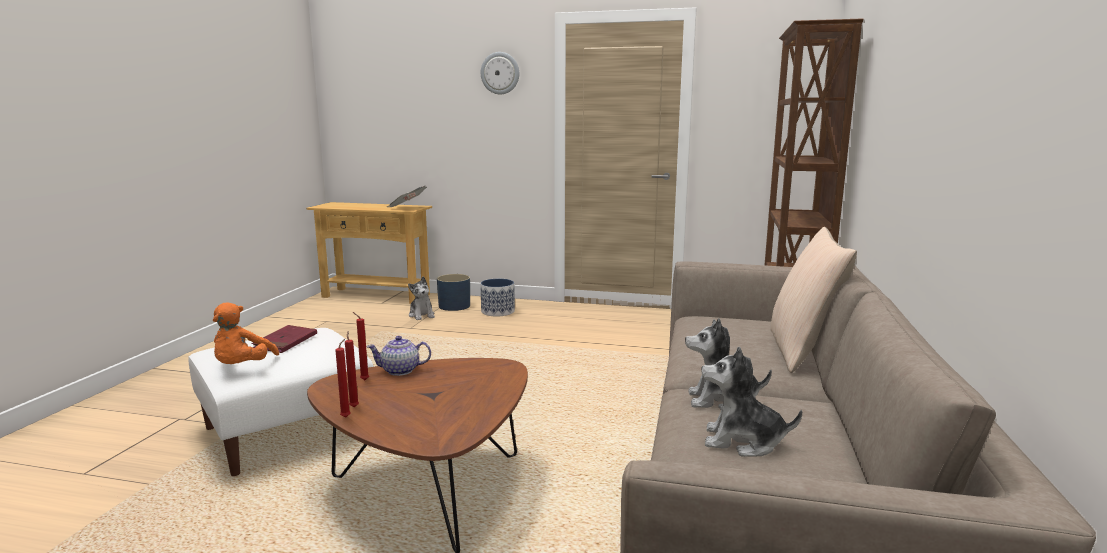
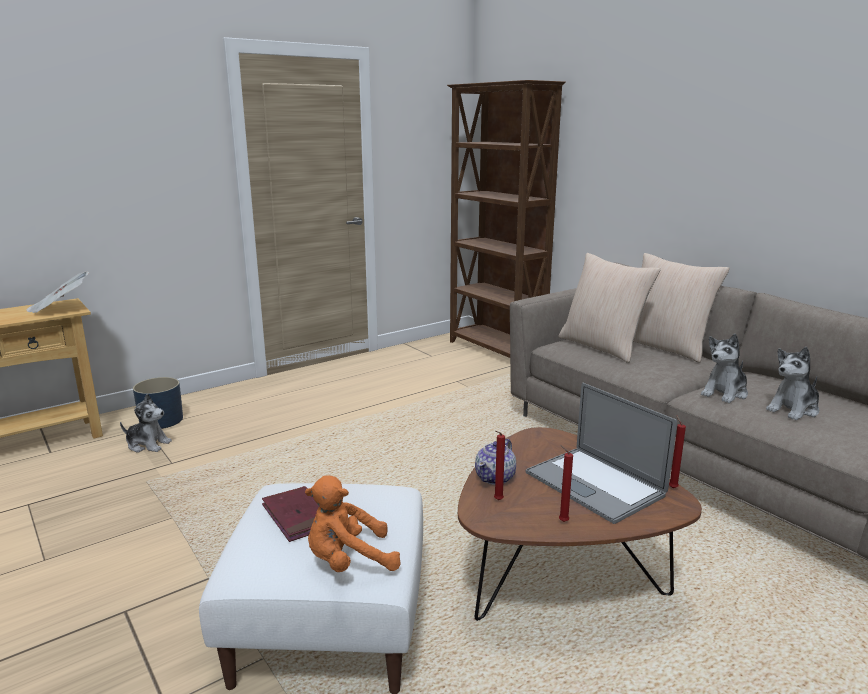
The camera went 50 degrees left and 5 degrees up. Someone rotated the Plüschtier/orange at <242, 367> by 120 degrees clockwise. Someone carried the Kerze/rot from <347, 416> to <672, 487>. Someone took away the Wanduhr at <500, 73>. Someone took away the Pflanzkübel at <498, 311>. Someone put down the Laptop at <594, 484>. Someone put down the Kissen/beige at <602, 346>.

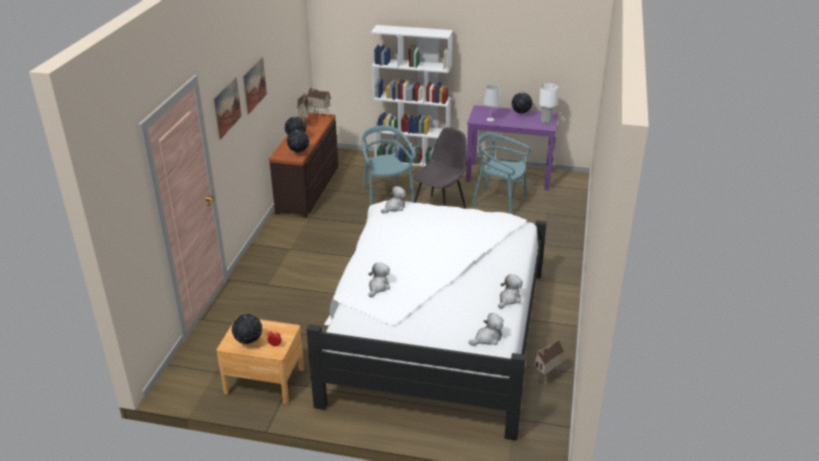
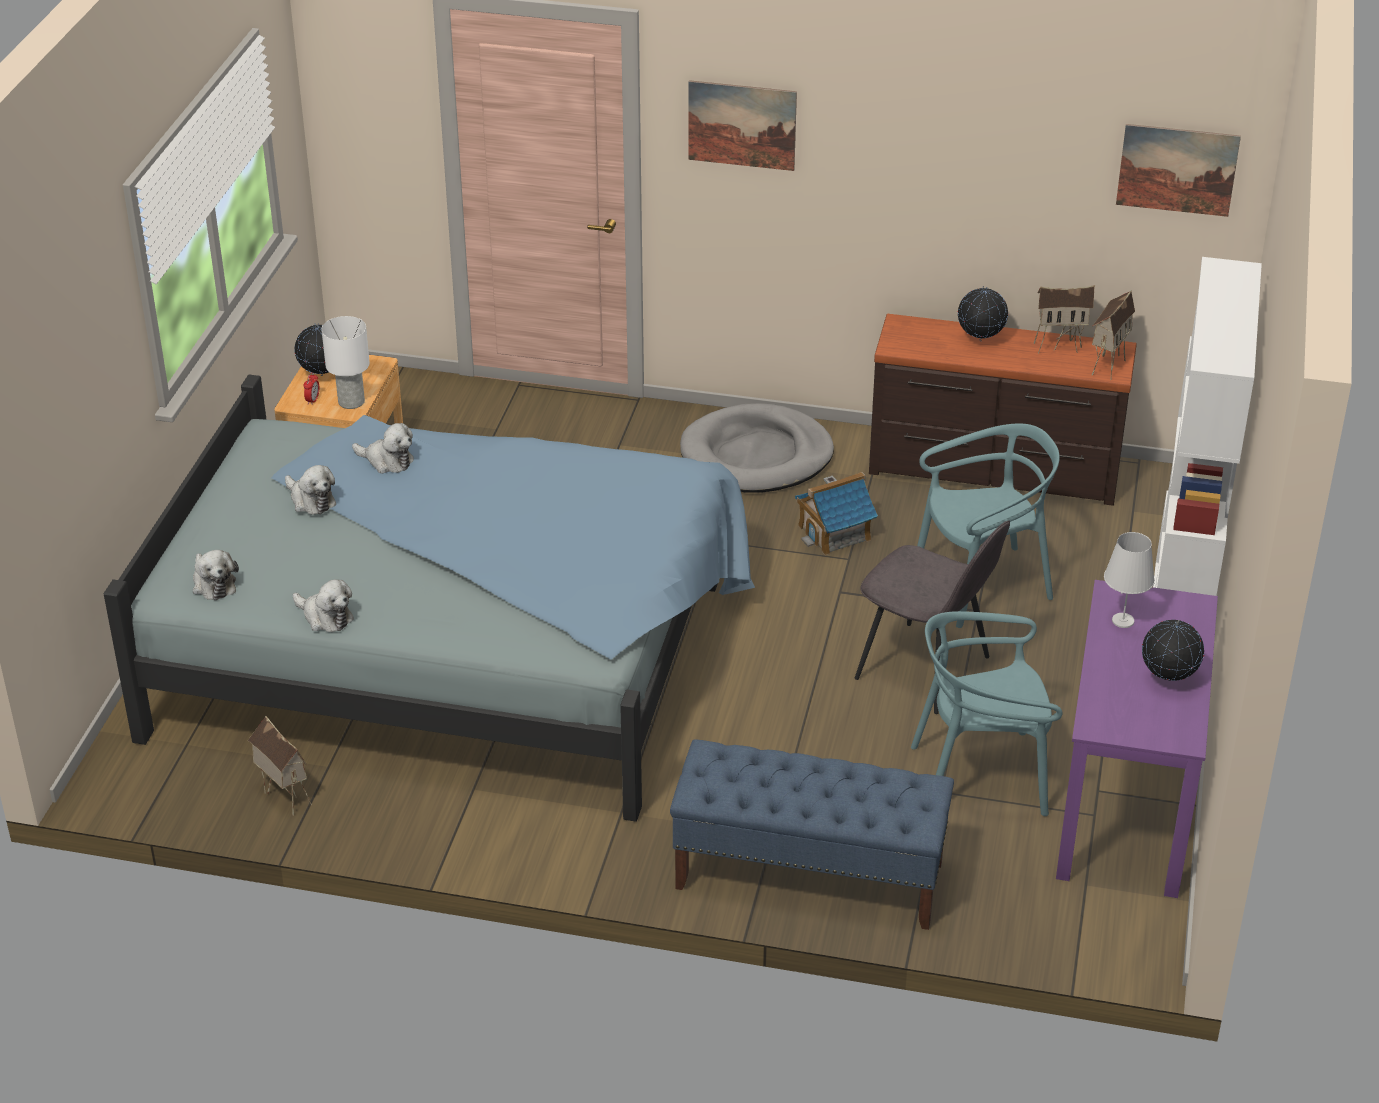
The camera went 90 degrees right and 5 degrees up. Someone carried the Bild from <254, 85> to <1177, 169>. Someone took away the Globus at <299, 154>. Someone repainted the Bett/weiß at <431, 329>, which became the Bett/blau at <457, 648>. Someone carried the Plüschtier from <394, 207> to <311, 500>. Someone rotated the Stuhl/türkis at <499, 201> by 120 degrees counterclockwise. Someone carried the Tischlampe/weiß from <546, 120> to <352, 402>. Someone put down the Bank/blau at <808, 876>. Someone put down the Hundebett/grau at <756, 455>. Someone put down the Spielzeughaus at <835, 533>.

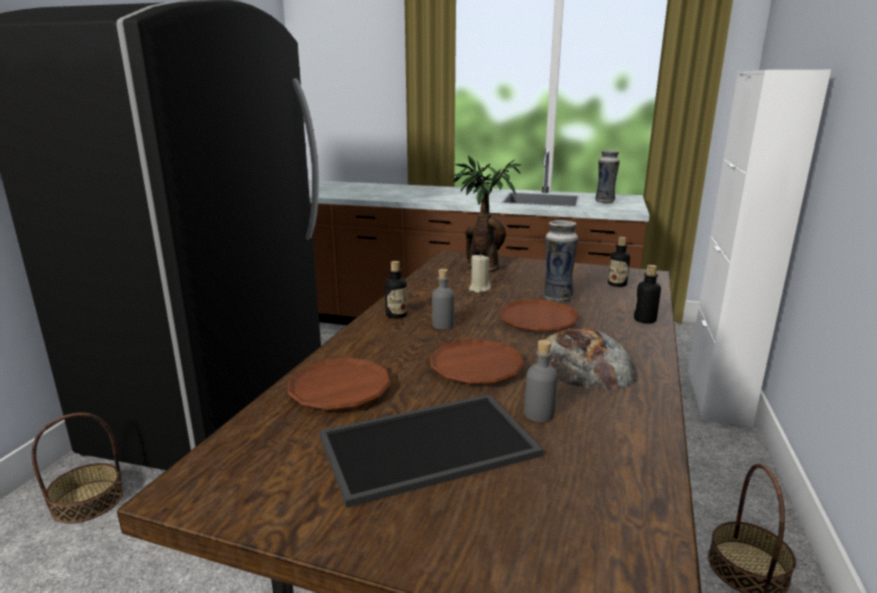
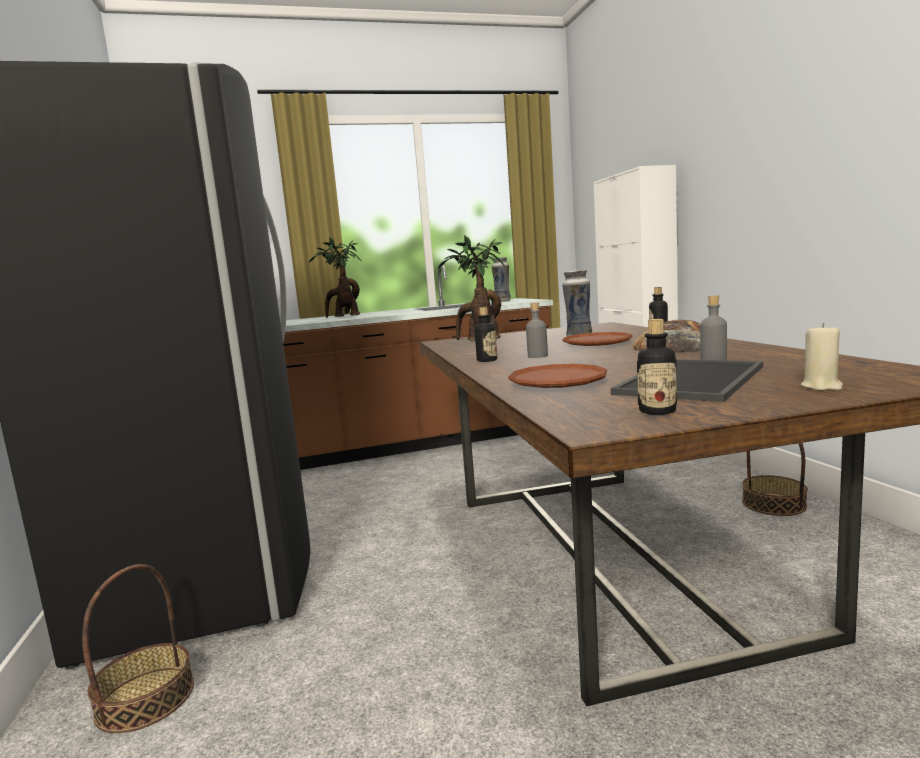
The camera went 30 degrees left and 10 degrees down. Someone took away the Teller/braun at <476, 368>. Someone carried the Kerze/beige from <479, 289> to <821, 386>. Someone carried the Flasche from <617, 284> to <657, 411>. Someone put down the Topfpflanze at <344, 316>.

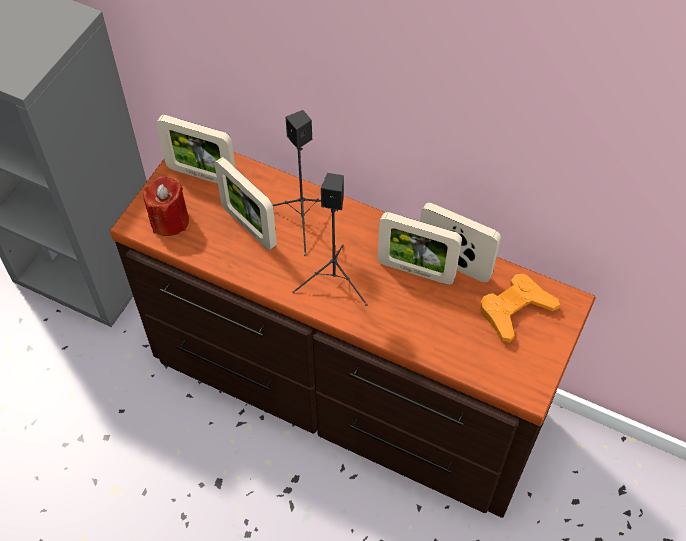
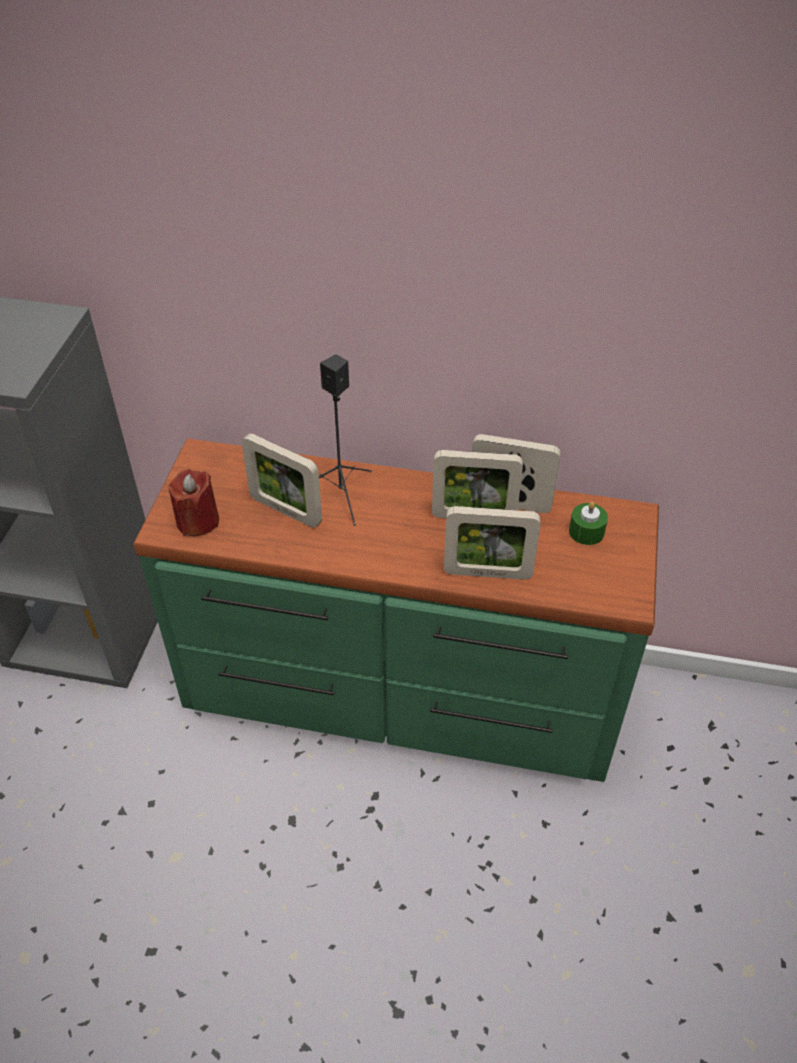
The camera went 15 degrees left and 10 degrees down. Someone repainted the Kommode/braun at <344, 388>, which became the Kommode/grün at <399, 693>. Someone carried the Bilderrahmen from <201, 175> to <487, 573>. Someone took away the Lautsprecher/schwarz at <335, 280>. Someone swapped the Gamepad/orange at <515, 310> for the Kerze/grün at <586, 531>.

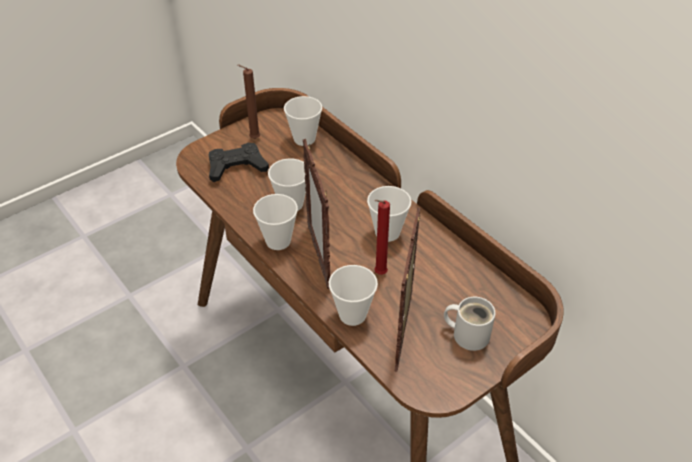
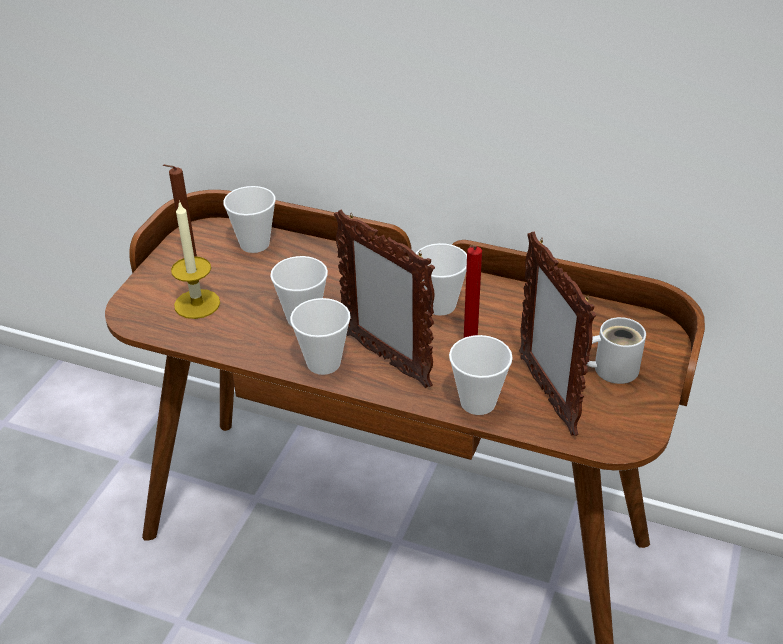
The camera went 30 degrees left and 5 degrees down. Someone swapped the Gamepad/schwarz at <236, 167> for the Kerze at <197, 304>.

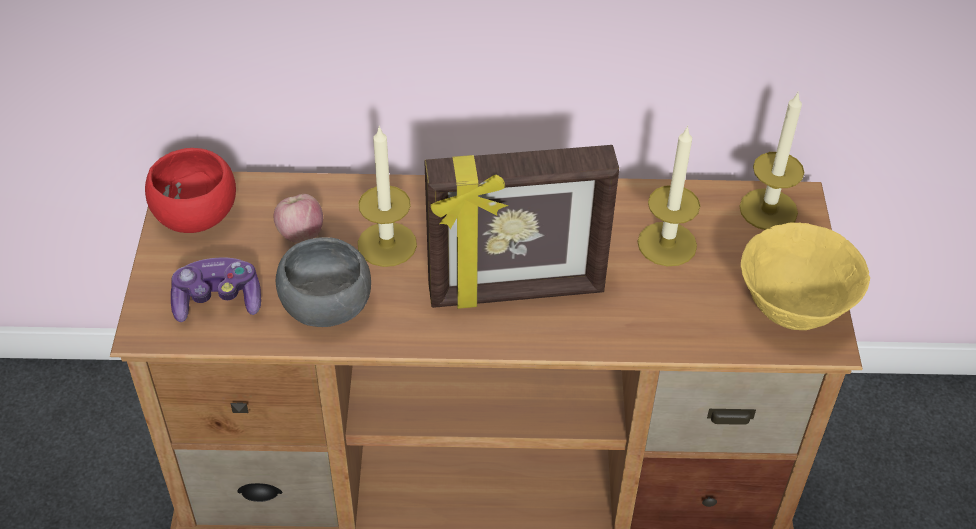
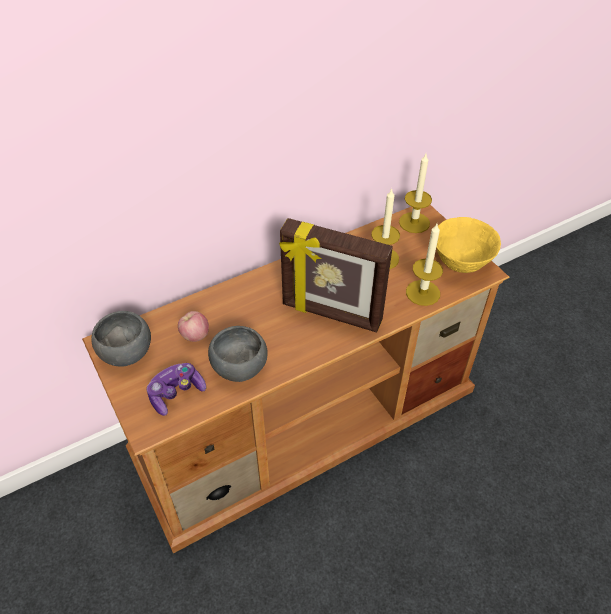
The camera went 30 degrees left and 0 degrees up. Someone repainted the Schüssel/rot at <197, 213>, which became the Schüssel/grau at <126, 351>. Someone carried the Kerze from <387, 244> to <422, 293>. Someone rotated the Bilderrahmen at <516, 292> by 60 degrees clockwise.

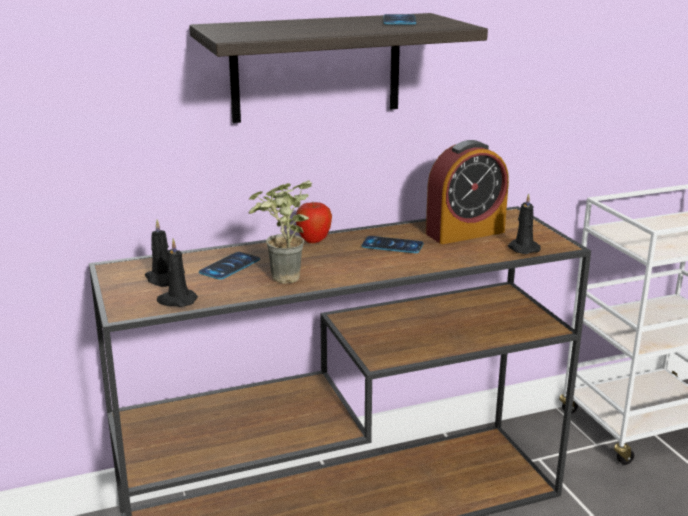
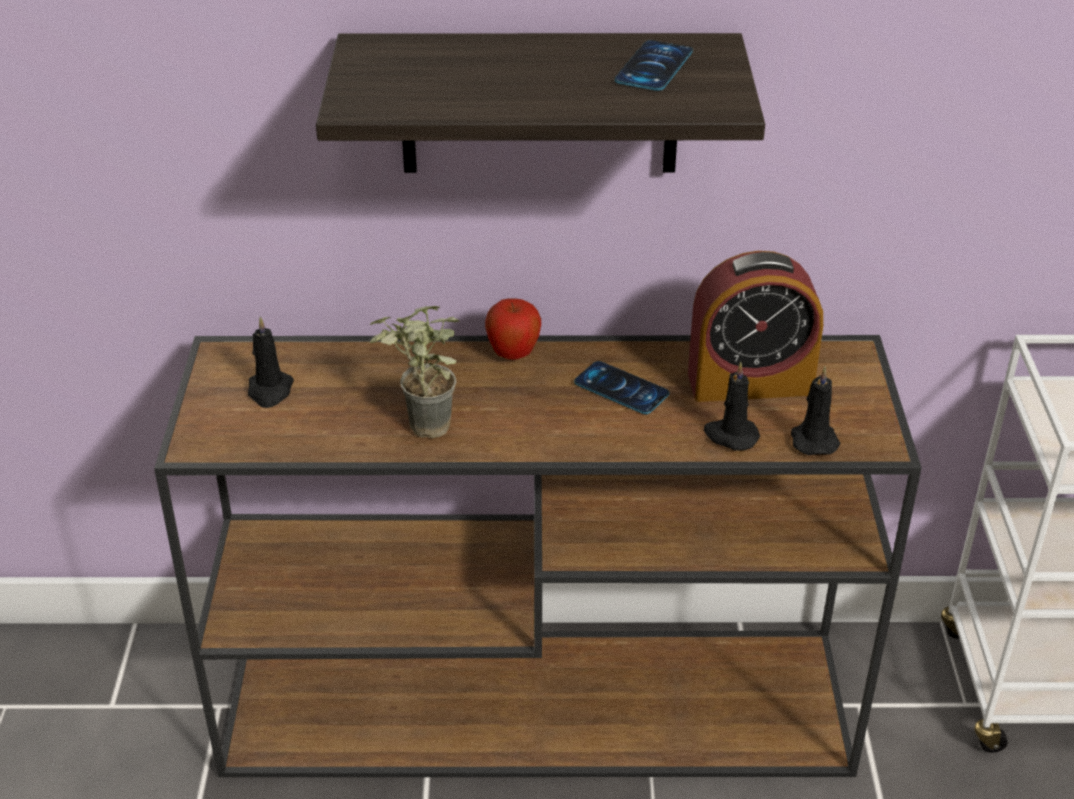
The camera went 20 degrees right and 15 degrees up. Someone carried the Kerze/schwarz from <176, 301> to <730, 435>. Someone took away the Handy at <229, 266>.

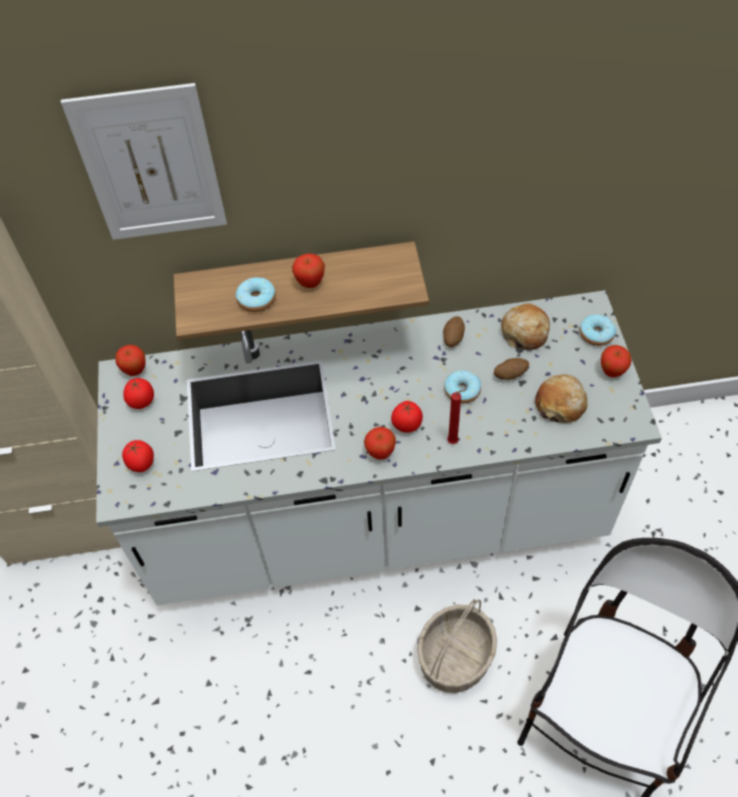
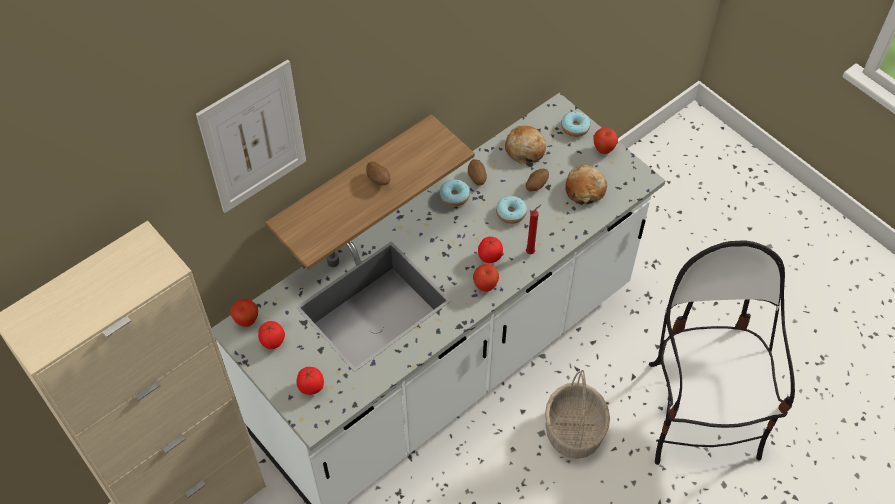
The camera went 35 degrees left and 0 degrees up. Someone carried the Donut from <256, 299> to <454, 196>. Someone swapped the Apfel at <310, 283> for the Kartoffel at <378, 180>.

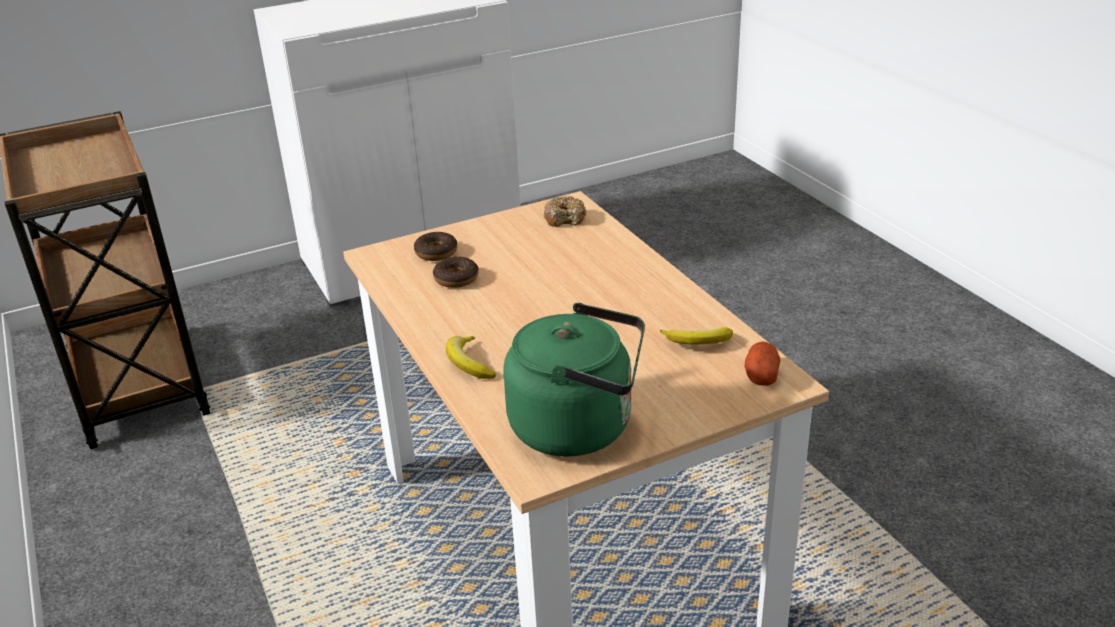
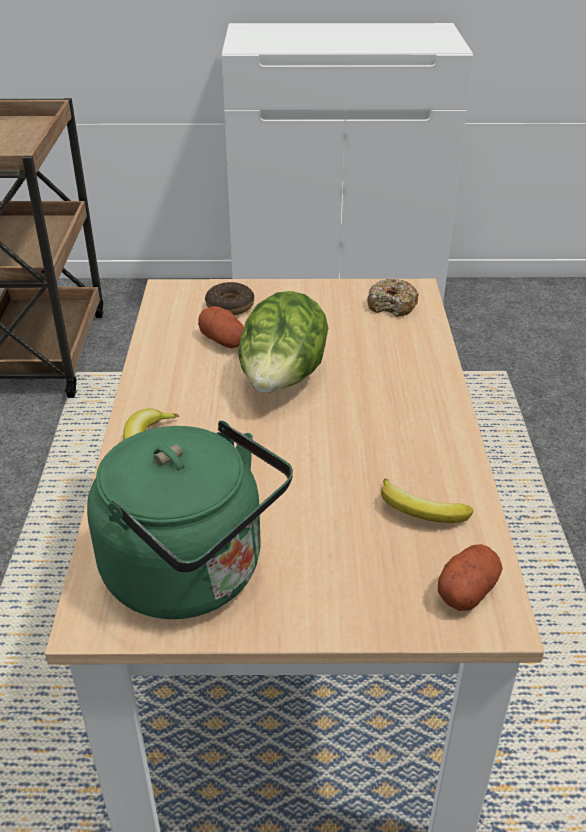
The camera went 25 degrees right and 5 degrees up. Someone swapped the Donut at <456, 278> for the Kartoffel at <224, 341>. Someone put down the Salatkopf at <282, 382>.

